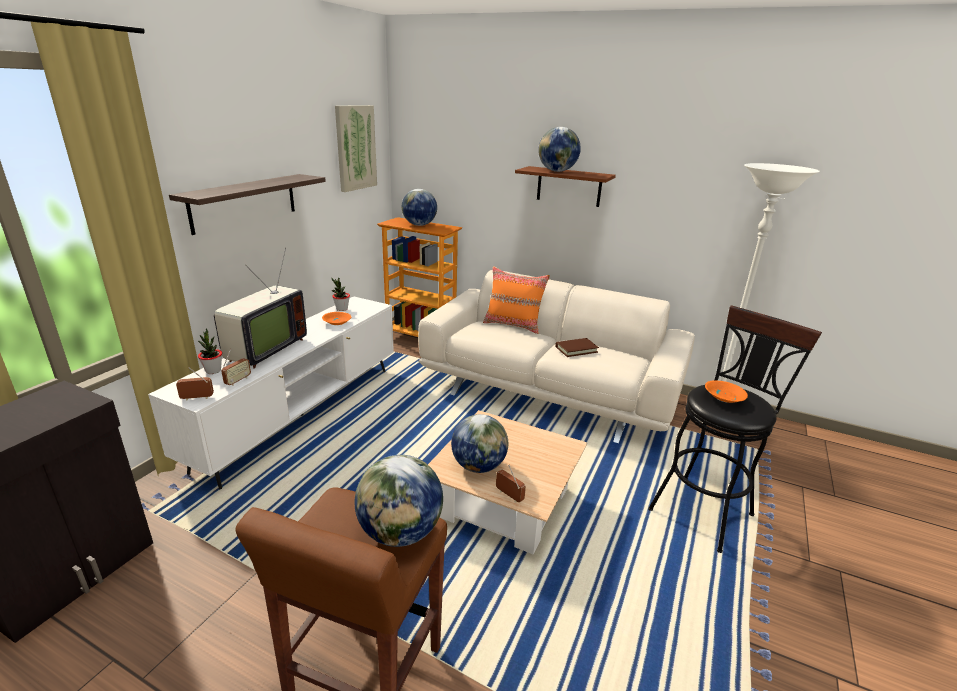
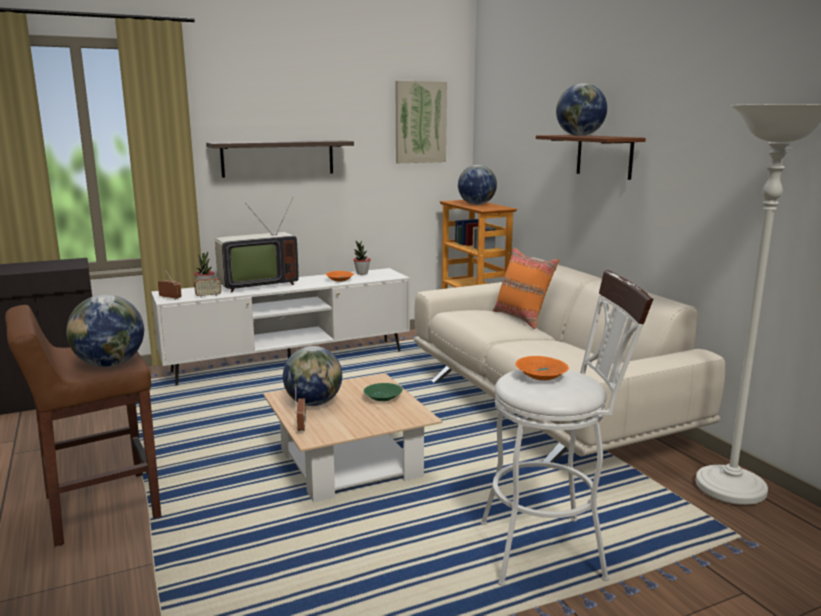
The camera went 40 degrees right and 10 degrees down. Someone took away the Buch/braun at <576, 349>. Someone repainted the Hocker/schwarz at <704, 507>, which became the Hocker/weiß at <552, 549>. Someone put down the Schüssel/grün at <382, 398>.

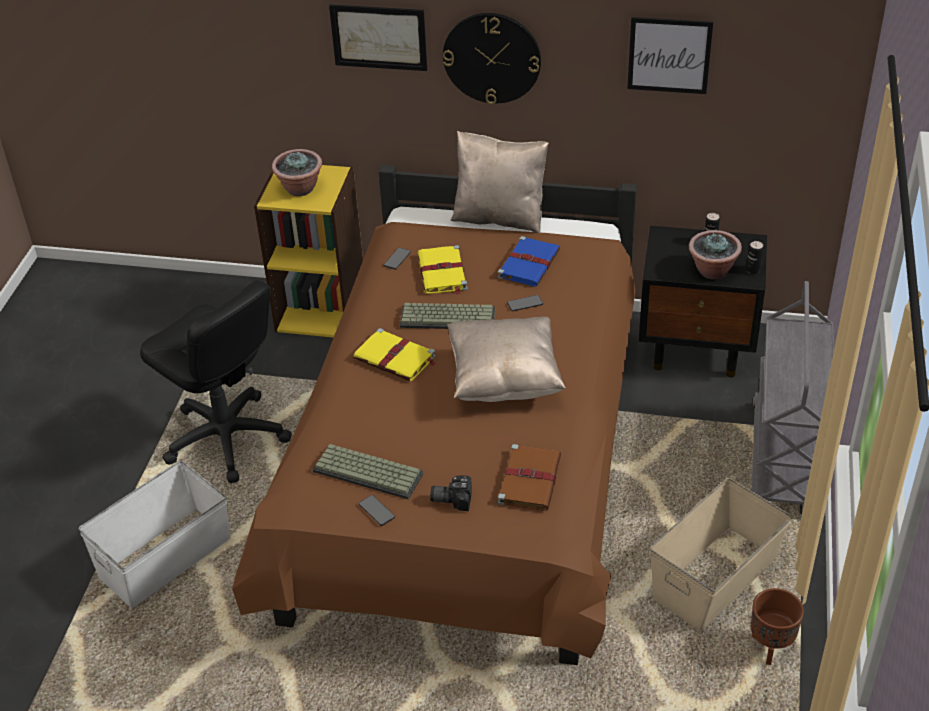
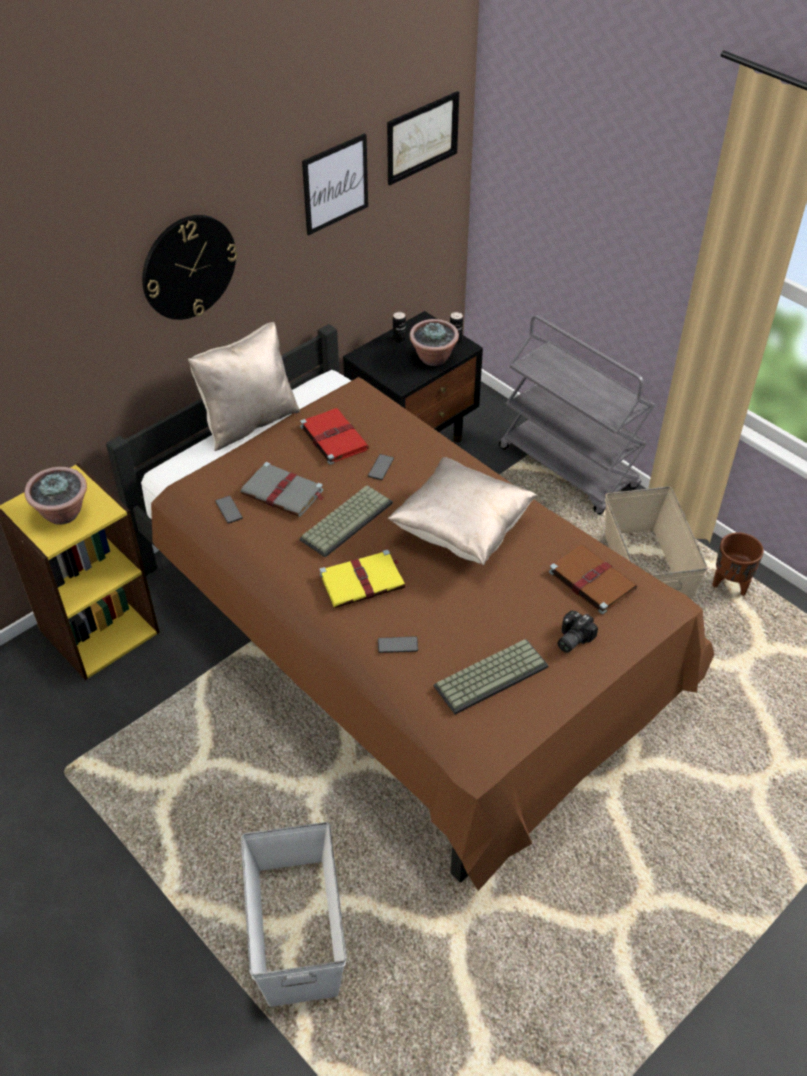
The camera went 55 degrees left and 5 degrees up. Someone took away the Bürostuhl/schwarz at <226, 438>. Someone carried the Bild from <379, 37> to <422, 137>. Someone carried the Handy from <376, 511> to <397, 645>. Someone repainted the Buch/gelb at <442, 273>, which became the Buch/grau at <283, 493>. Someone repainted the Buch/blau at <529, 263>, which became the Buch/rot at <333, 437>.

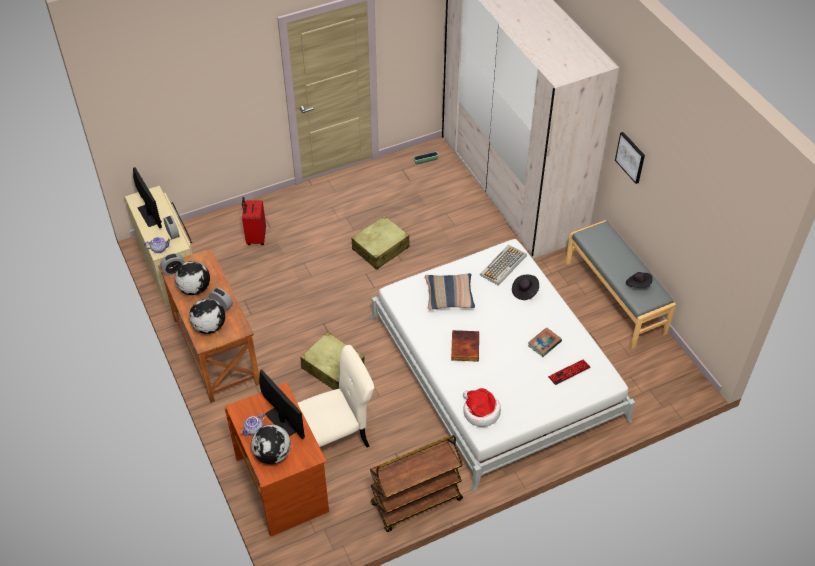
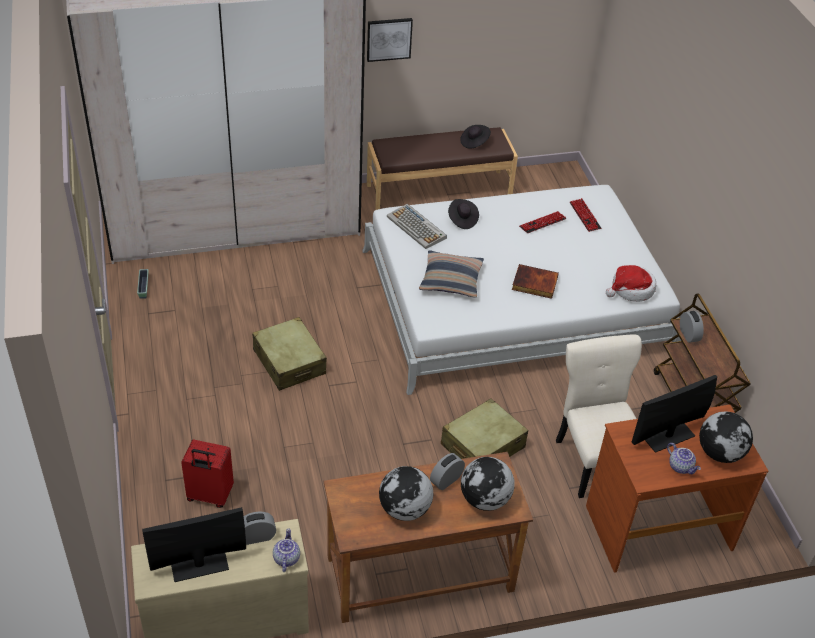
The camera went 80 degrees left and 5 degrees down. Someone carried the Wecker from <174, 270> to <688, 335>. Someone swapped the Buch at <544, 343> for the Tastatur at <542, 223>. Someone repainted the Bank/grau at <615, 297>, which became the Bank/braun at <438, 190>.

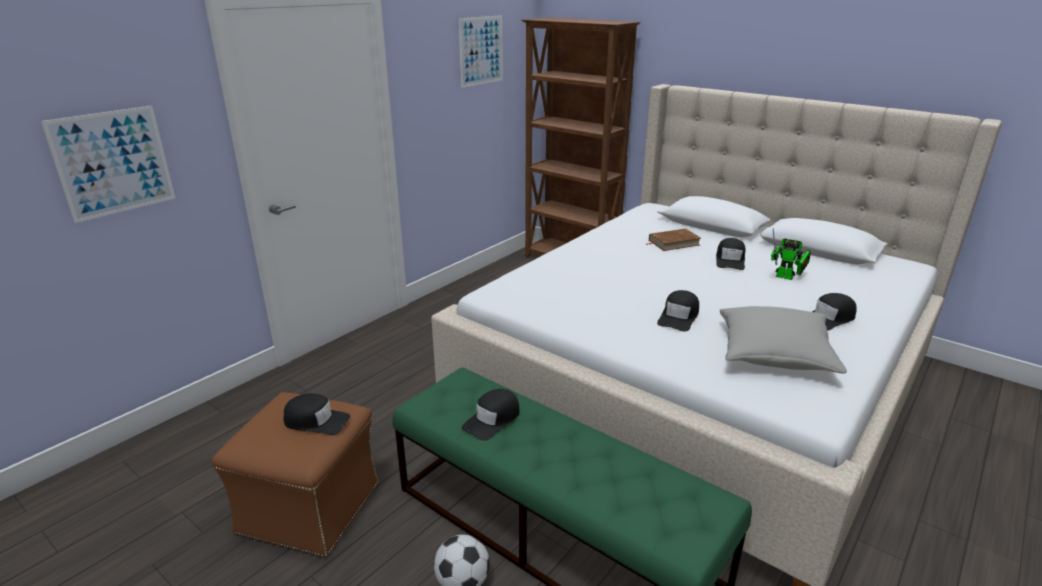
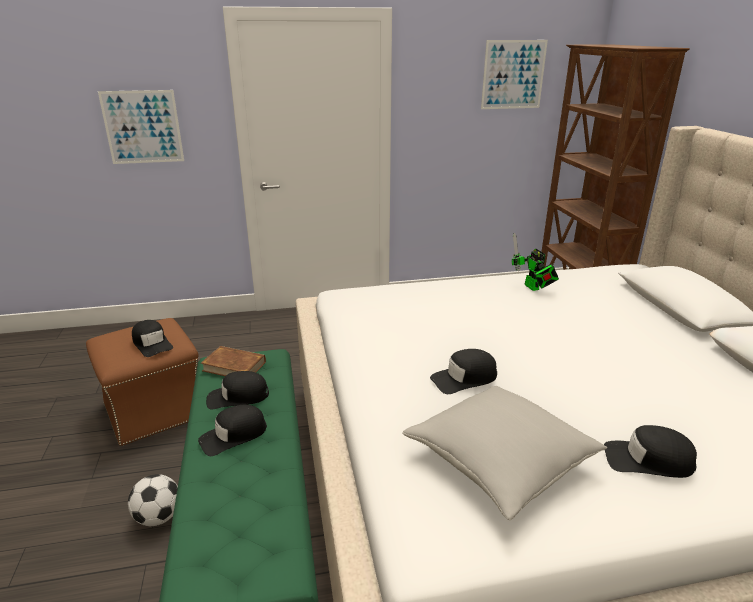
The camera went 40 degrees right and 0 degrees up. Someone carried the Buch/braun from <673, 243> to <234, 366>. Someone carried the Kappe/schwarz from <730, 260> to <233, 435>. Someone carried the Spielzeugroboter from <787, 277> to <533, 288>.

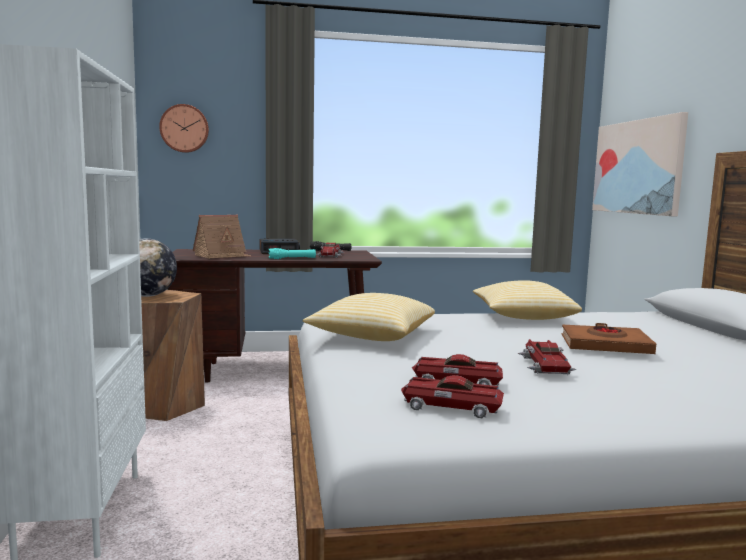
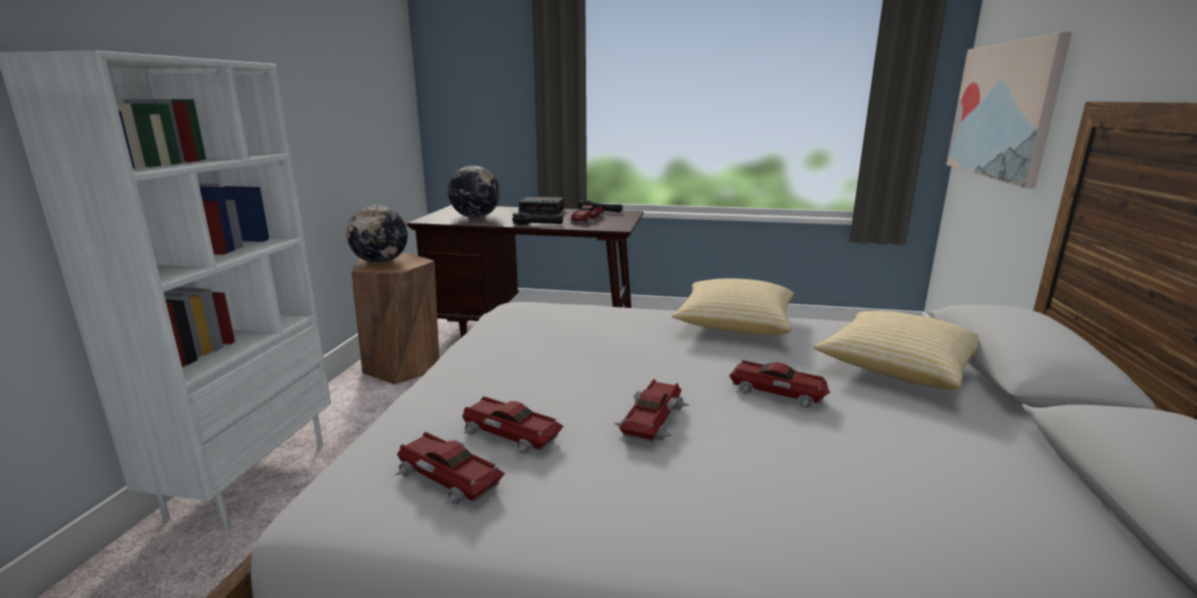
The camera went 20 degrees right and 10 degrees up. Someone took away the Wanduhr at <184, 128>. Someone swapped the Spielzeughaus at <222, 255> for the Globus at <475, 217>. Someone repainted the Taschenlampe/türkis at <292, 258>, which became the Taschenlampe/schwarz at <538, 224>. Someone carried the Kissen from <371, 336> to <897, 369>. Someone swapped the Buch/braun at <605, 346> for the Spielzeugauto at <778, 391>.

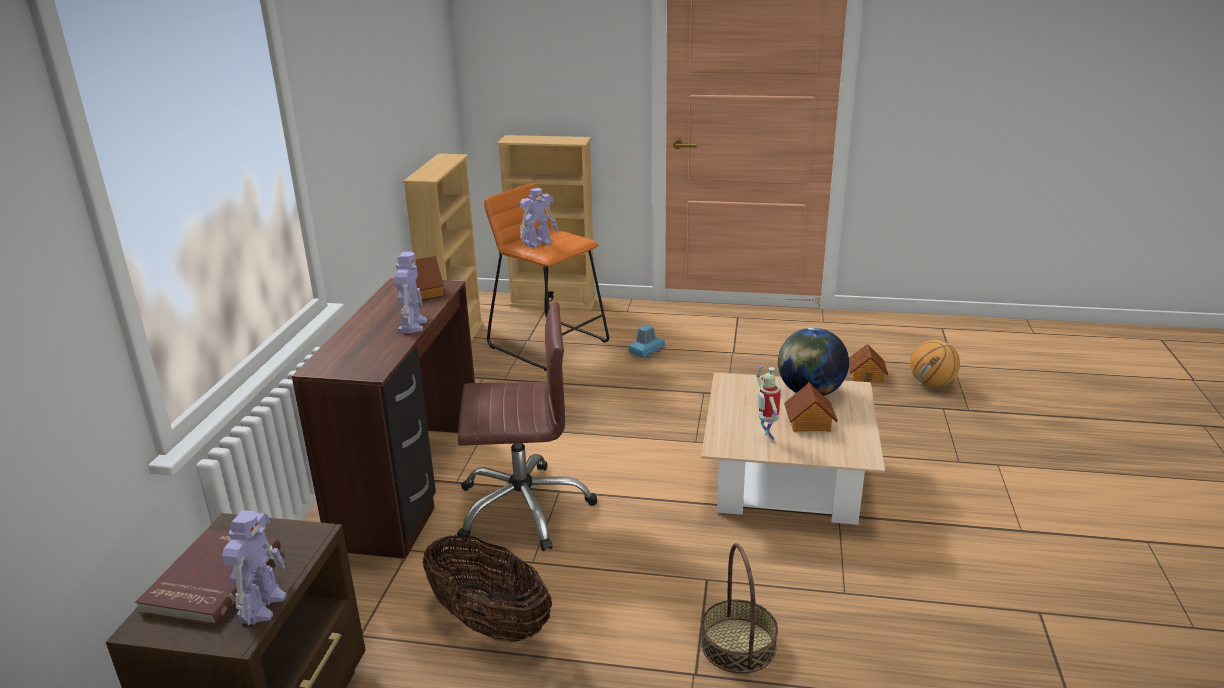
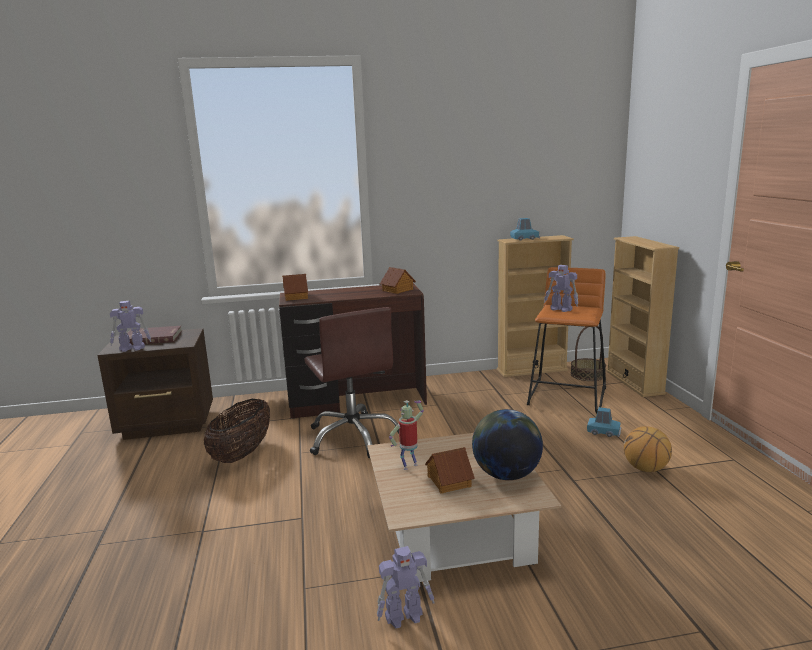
The camera went 70 degrees right and 10 degrees down. Someone carried the Spielzeugroboter from <413, 325> to <405, 616>. Someone carried the Korb from <738, 645> to <587, 375>. Someone carried the Spielzeughaus from <866, 375> to <296, 297>. Someone carried the Basketball from <932, 383> to <645, 469>. Someone put down the Spielzeugauto/blau at <524, 239>.

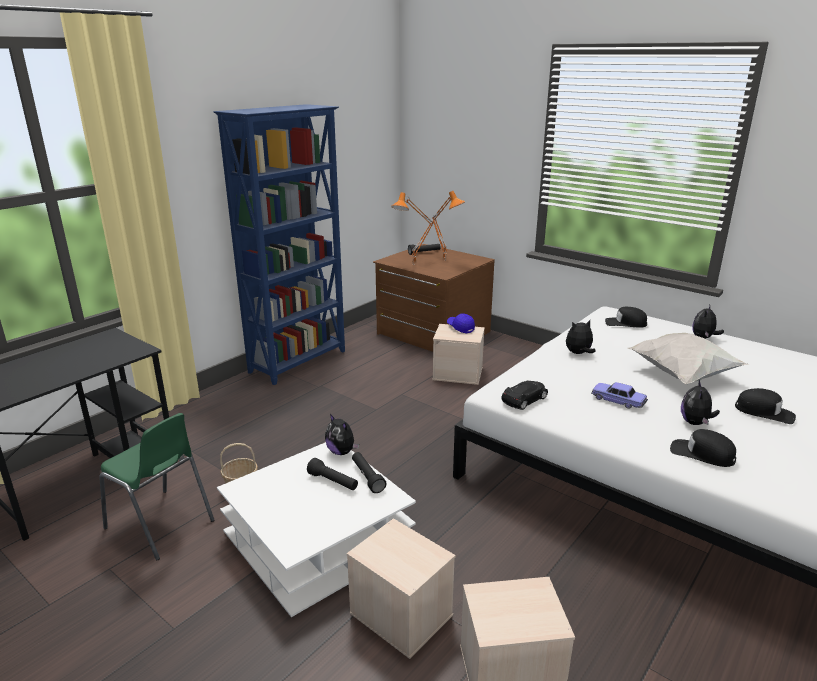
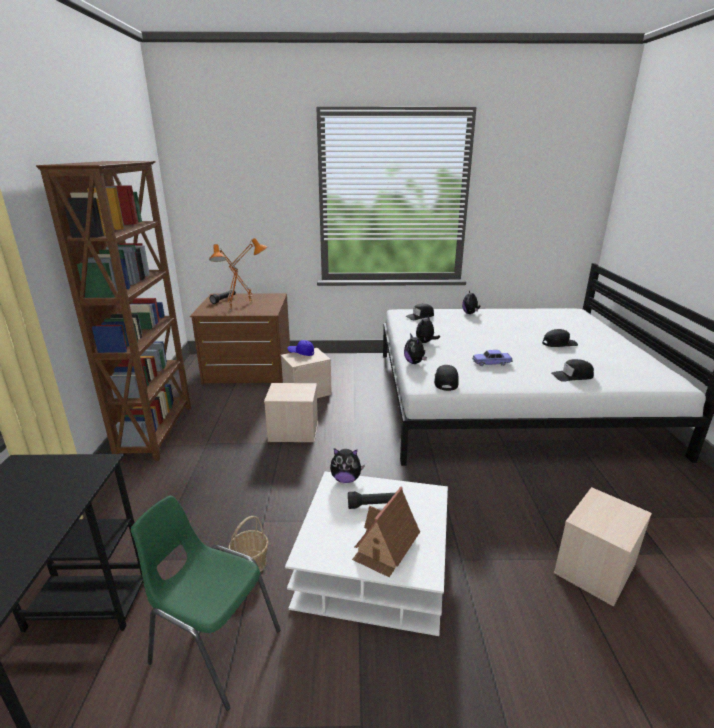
The camera went 40 degrees left and 0 degrees up. Someone rotated the Stuhl/grün at <161, 525> by 150 degrees counterclockwise. Someone repainted the Bücherregal/blau at <299, 362>, which became the Bücherregal/braun at <157, 431>. Someone carried the Aufbewahrungsbox/beige from <399, 614> to <293, 431>. Someone took away the Taschenlampe/schwarz at <367, 477>. Someone swapped the Spielzeugauto/schwarz at <524, 399> for the Kappe/schwarz at <445, 381>. Someone took away the Kissen/weiß at <683, 375>. Someone carried the Plüschtier from <695, 423> to <414, 362>. Someone put down the Spielzeughaus at <386, 546>.

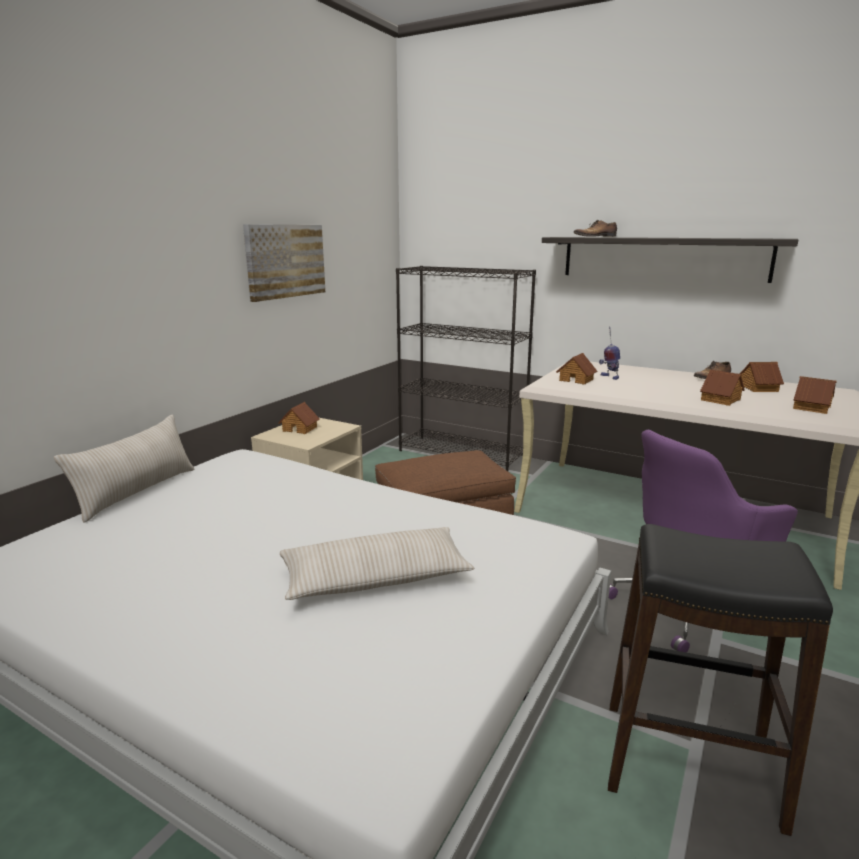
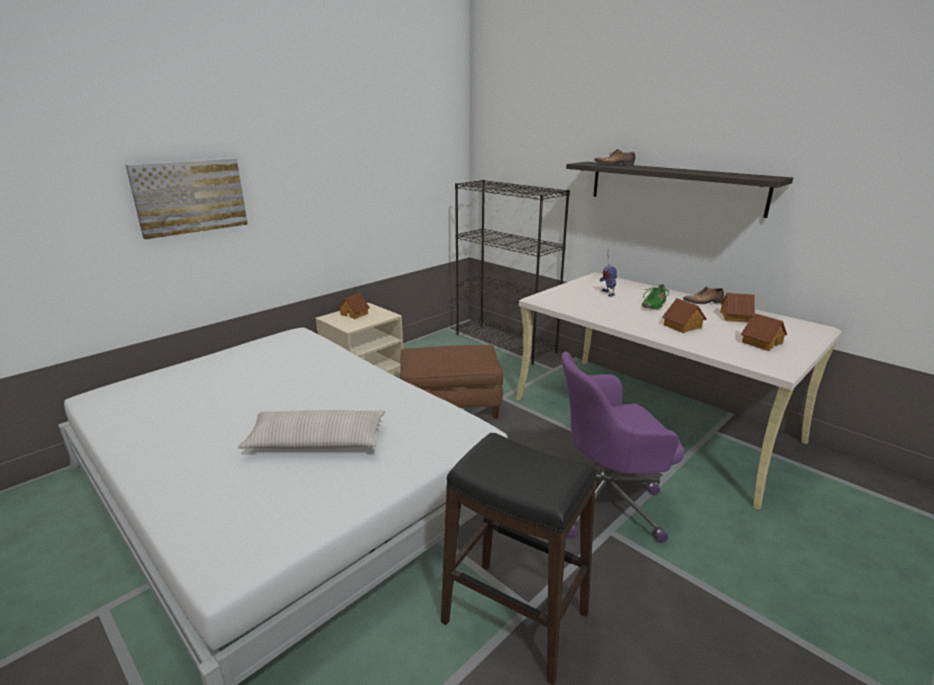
The camera went 15 degrees right and 5 degrees up. Someone took away the Kissen/beige at <137, 492>. Someone carried the Bild from <285, 261> to <190, 196>. Someone took away the Spielzeughaus at <576, 380>. Someone put down the Schuh/grün at <653, 305>.

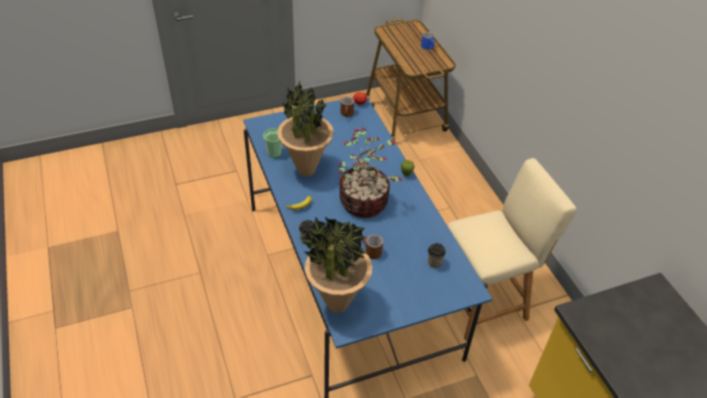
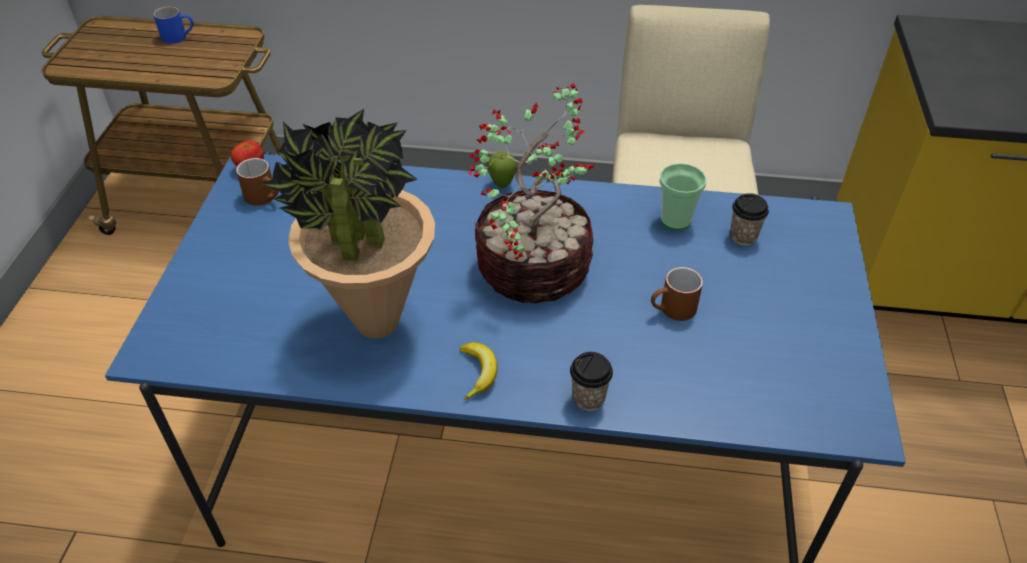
The camera went 60 degrees left and 0 degrees up. Someone carried the Tasse from <274, 153> to <675, 220>. Someone took away the Topfpflanze at <336, 304>.

